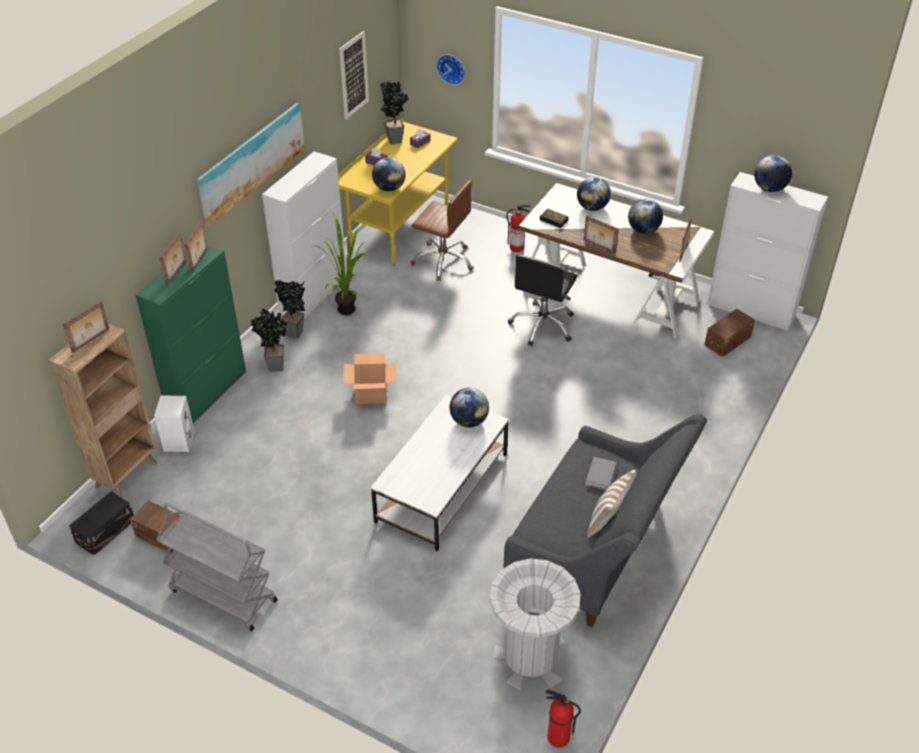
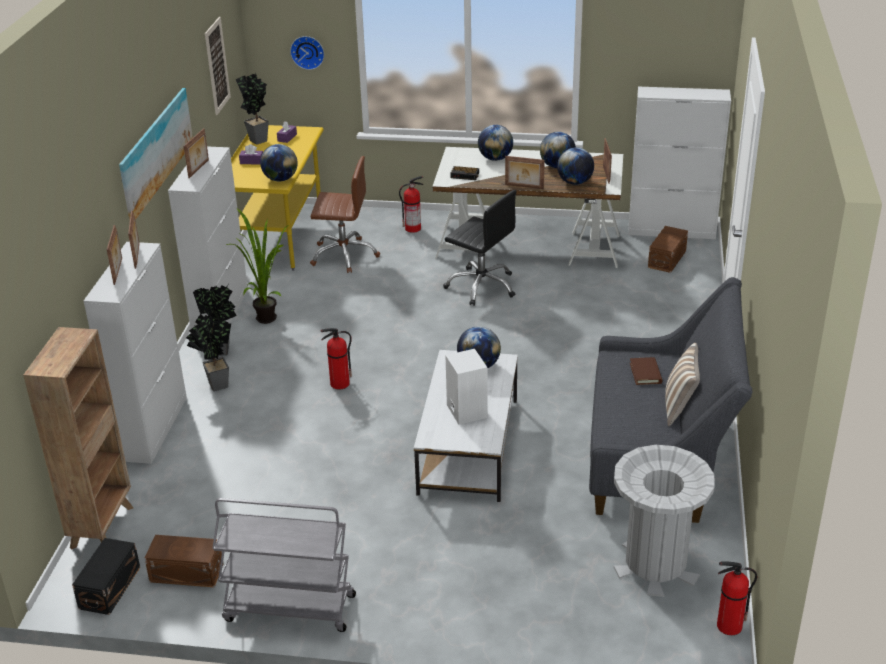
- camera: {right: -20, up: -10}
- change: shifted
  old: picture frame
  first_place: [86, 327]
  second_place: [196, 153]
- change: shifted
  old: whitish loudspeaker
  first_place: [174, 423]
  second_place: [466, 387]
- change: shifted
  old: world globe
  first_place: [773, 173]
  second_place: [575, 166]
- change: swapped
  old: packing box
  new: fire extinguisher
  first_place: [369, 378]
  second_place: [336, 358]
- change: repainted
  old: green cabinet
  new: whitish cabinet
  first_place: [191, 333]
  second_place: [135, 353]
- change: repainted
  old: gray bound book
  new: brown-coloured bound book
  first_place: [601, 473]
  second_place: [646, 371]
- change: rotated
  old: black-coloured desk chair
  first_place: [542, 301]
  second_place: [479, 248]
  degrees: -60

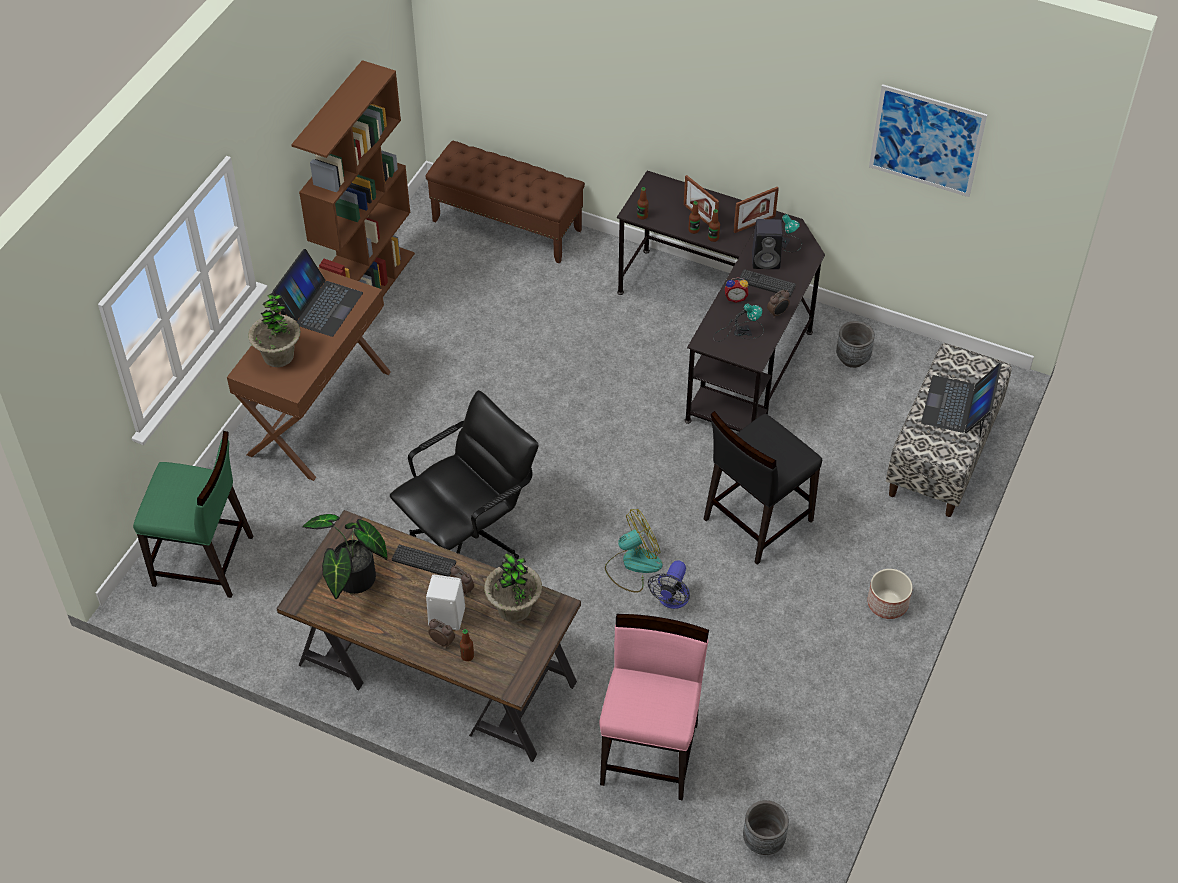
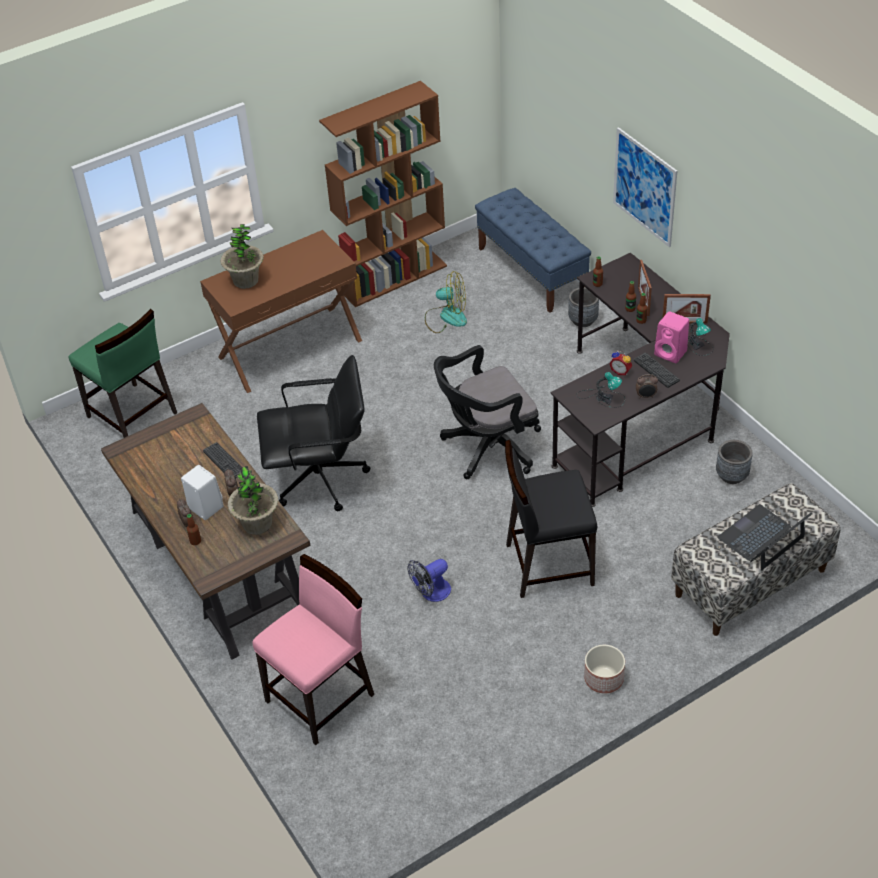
- camera: {right: 35, up: -5}
- change: gone
  old: notebook computer
  first_place: [317, 293]
- change: gone
  old: plant in a pot
  first_place: [345, 556]
- change: new
  new: black-coloured desk chair
  second_place: [487, 412]
- change: shifted
  old: fan
  first_place: [634, 551]
  second_place: [446, 302]
- change: shifted
  old: gray planter
  first_place: [766, 827]
  second_place: [583, 307]
- change: shifted
  old: picture
  first_place: [928, 140]
  second_place: [645, 187]
- change: repainted
  old: brown-coloured indoor bench
  new: blue indoor bench
  first_place: [505, 202]
  second_place: [533, 250]
- change: repainted
  old: black-coloured loudspeaker
  new: pinkish loudspeaker
  first_place: [767, 244]
  second_place: [671, 337]

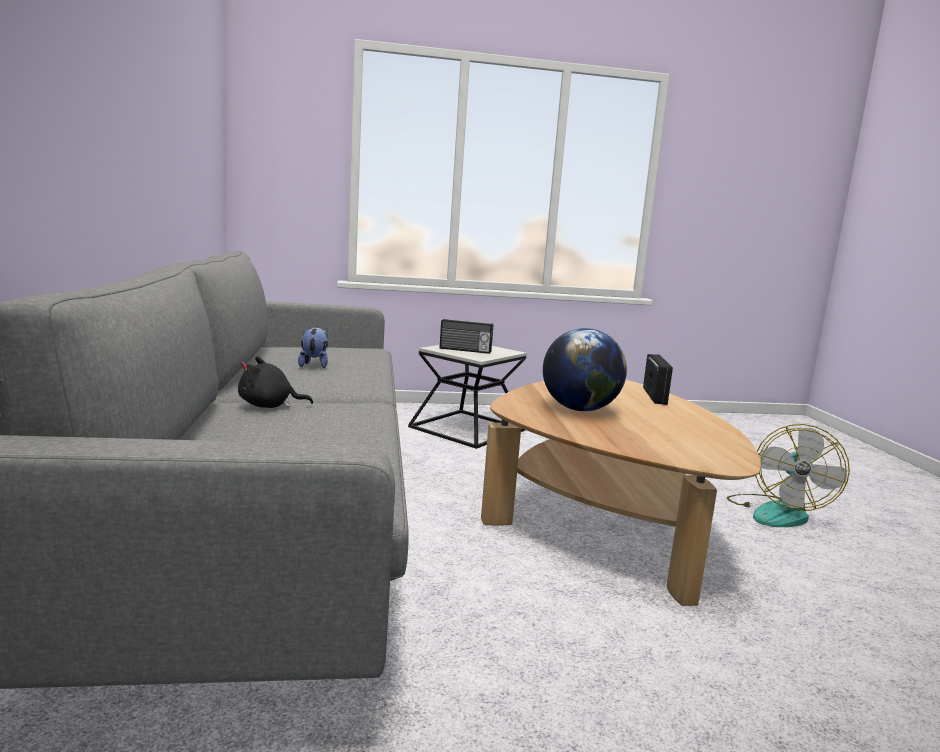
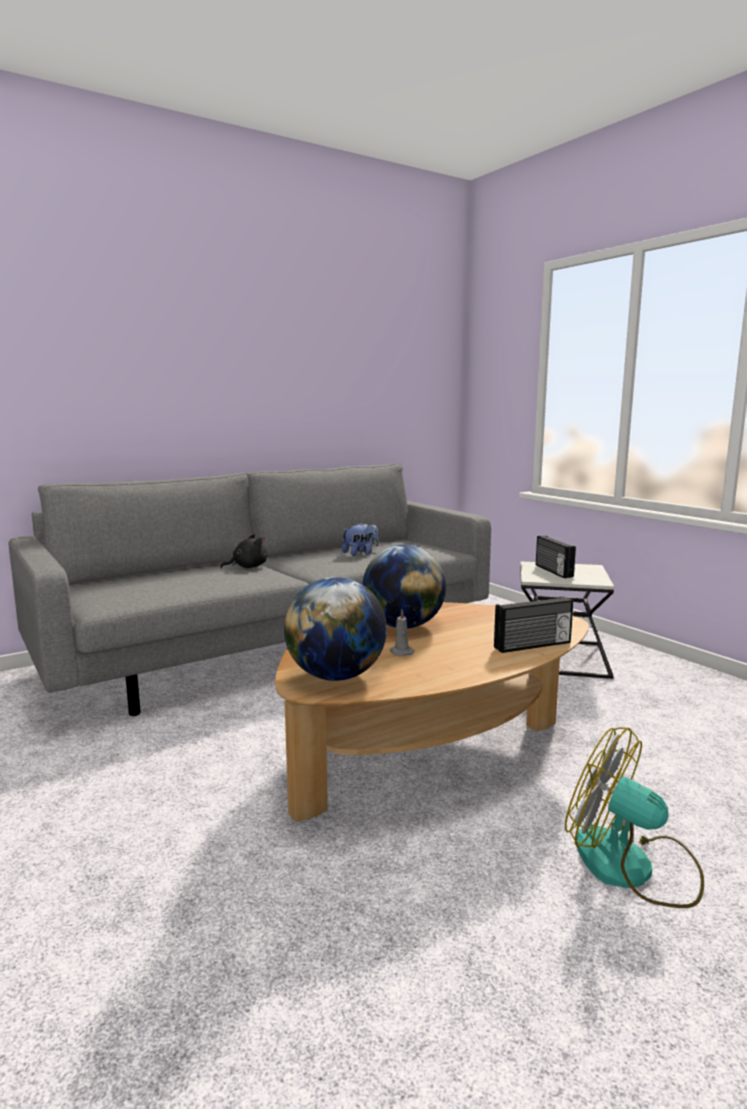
- camera: {right: 65, up: 0}
- change: new
  new: world globe
  second_place: [335, 629]
- change: new
  new: gray wax candle
  second_place: [402, 633]
- change: rotated
  old: black-coloured plush toy
  first_place: [275, 382]
  second_place: [244, 551]
  degrees: 90
- change: rotated
  old: fan
  first_place: [788, 475]
  second_place: [634, 817]
  degrees: 45

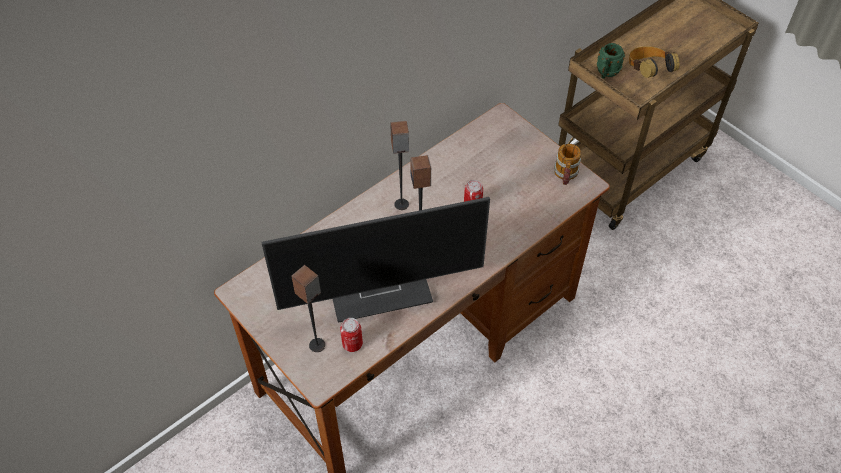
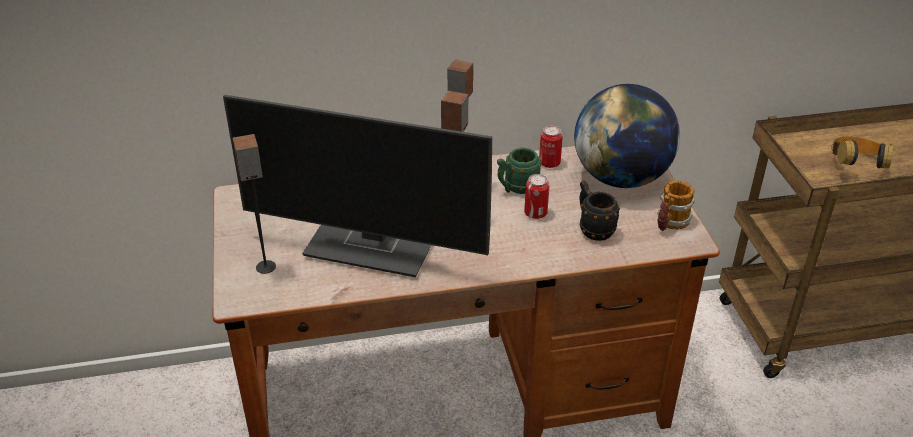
- camera: {right: 30, up: -15}
- change: new
  new: world globe
  second_place: [627, 136]
- change: new
  new: black-coloured coffee mug
  second_place: [599, 211]
- change: shifted
  old: metal can
  first_place: [351, 335]
  second_place: [551, 146]
- change: shifted
  old: green coffee mug
  first_place: [611, 61]
  second_place: [519, 171]

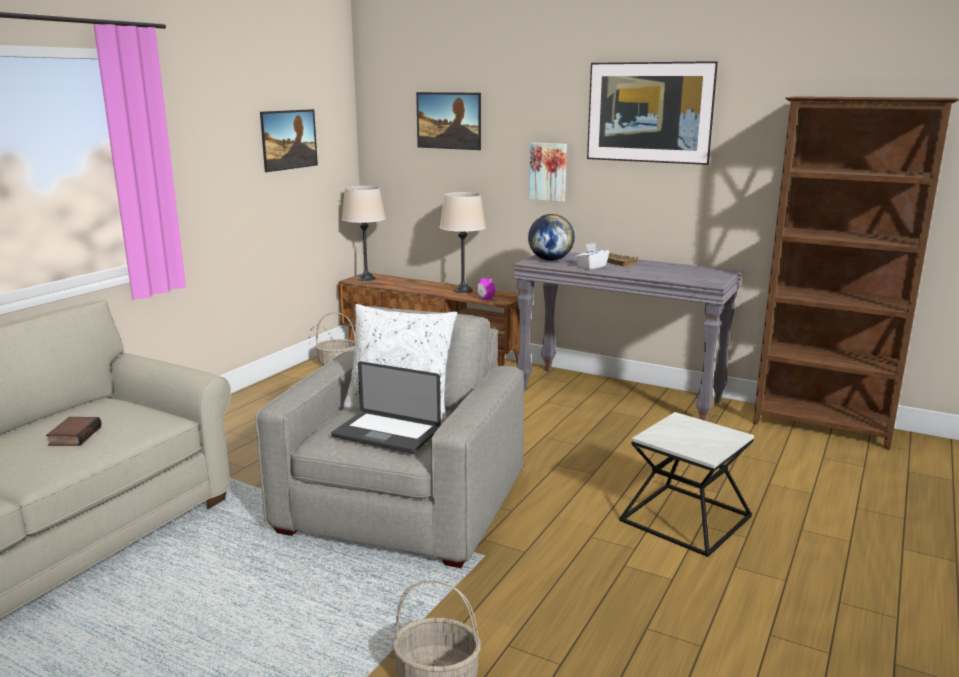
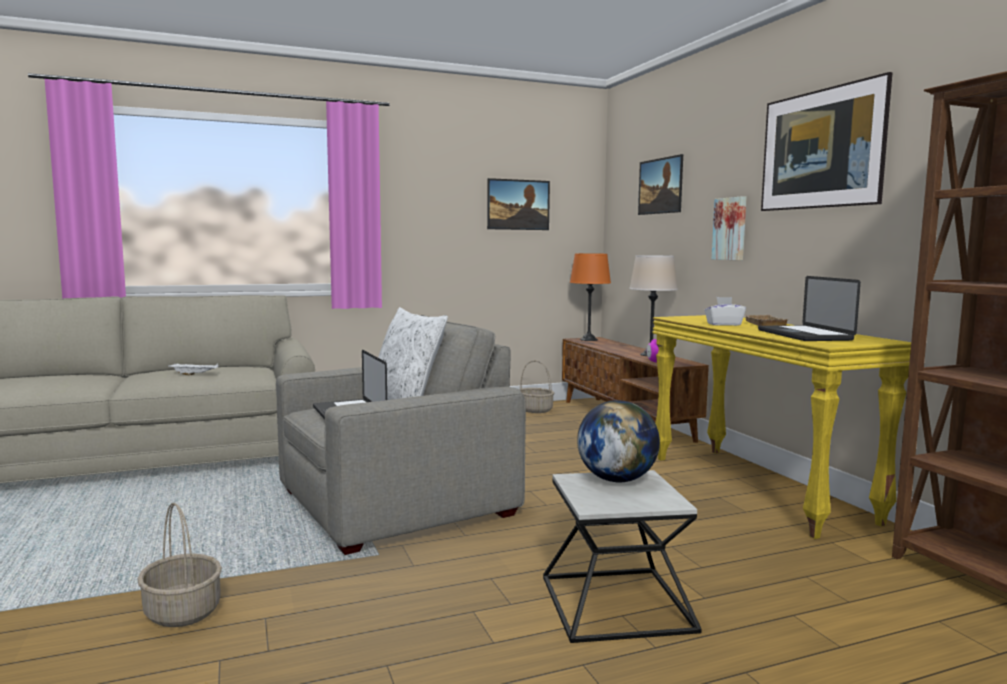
- camera: {right: 40, up: -10}
- change: new
  new: notebook computer
  second_place: [809, 308]
- change: shifted
  old: world globe
  first_place: [551, 237]
  second_place: [618, 441]
- change: swapped
  old: bound book
  new: whitish carrying tray
  first_place: [73, 431]
  second_place: [193, 370]
- change: repainted
  old: beige-coloured tabletop lamp
  new: orange tabletop lamp
  first_place: [364, 233]
  second_place: [590, 297]
- change: repainted
  old: gray narrow table
  new: yellow narrow table
  first_place: [628, 336]
  second_place: [781, 427]

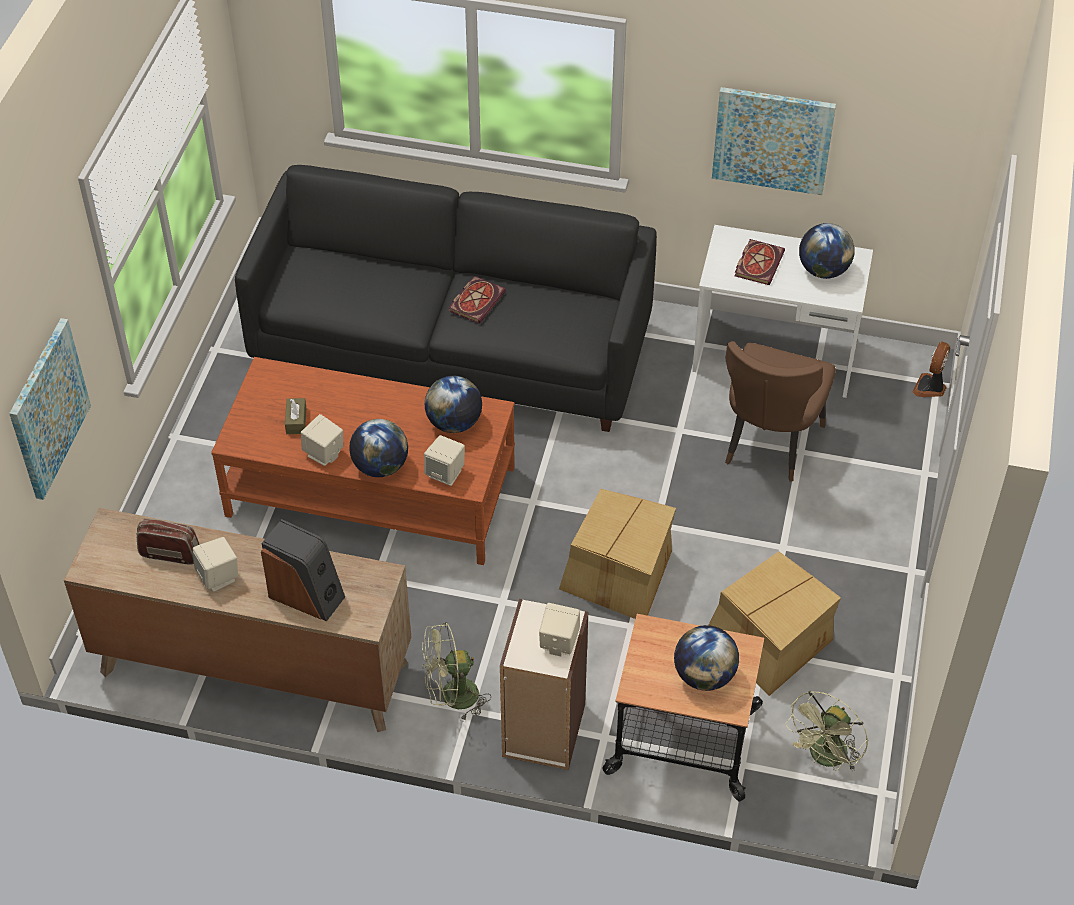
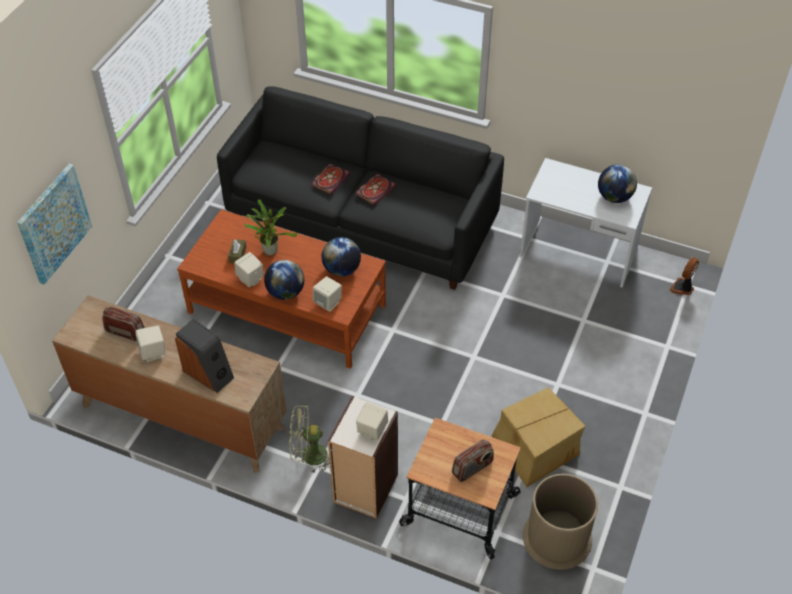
- camera: {right: 10, up: 0}
- change: gone
  old: packing box
  first_place: [617, 554]
- change: gone
  old: picture
  first_place: [774, 141]
- change: gone
  old: brown-coloured plain chair
  first_place: [780, 411]
- change: new
  new: plant in a pot
  second_place: [271, 227]
- change: shifted
  old: bound book
  first_place: [760, 262]
  second_place: [331, 179]
- change: swapped
  old: world globe
  new: radio set
  first_place: [706, 658]
  second_place: [473, 460]
- change: swapped
  old: green fan
  new: brown-coloured trash can
  first_place: [826, 731]
  second_place: [560, 522]

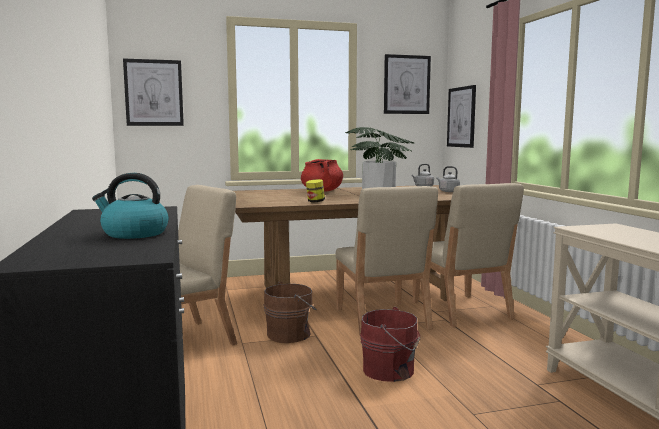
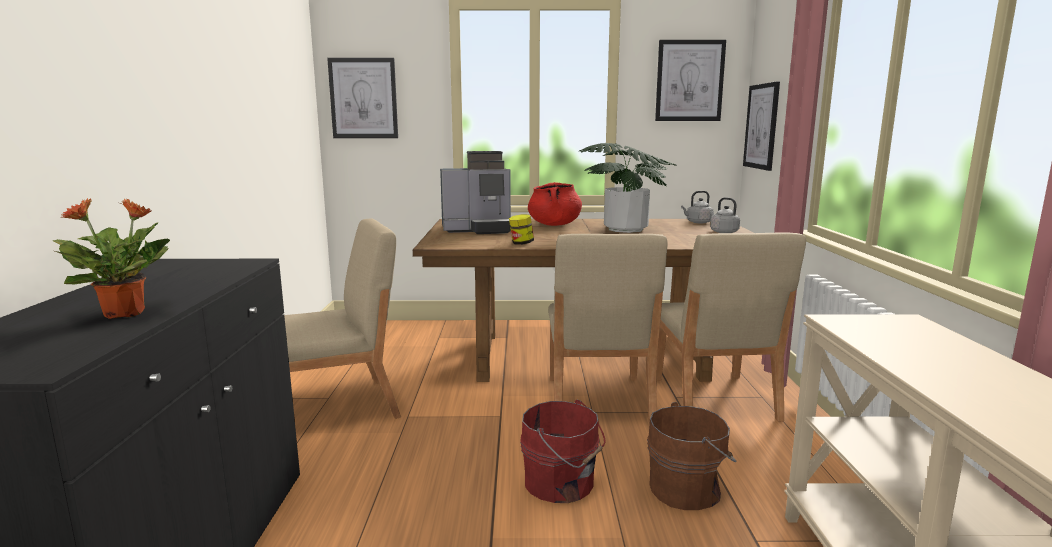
- camera: {right: 15, up: 5}
- change: new
  new: coffee machine
  second_place: [475, 192]
- change: shifted
  old: brown-coloured water bucket
  first_place: [290, 312]
  second_place: [691, 456]
- change: swapped
  old: kettle
  new: plant in a pot
  first_place: [130, 206]
  second_place: [111, 258]

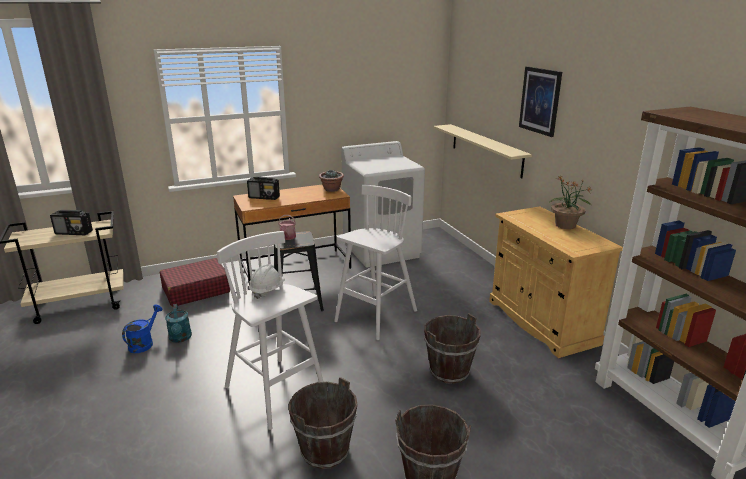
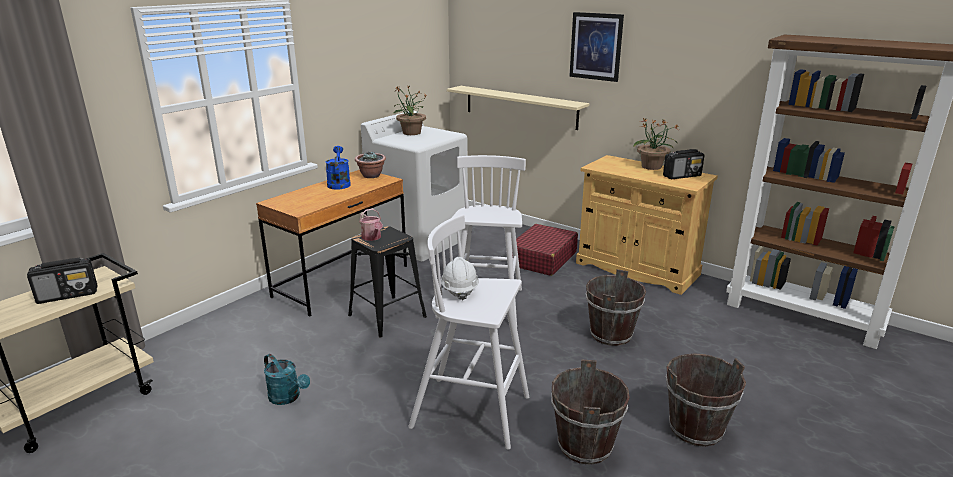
- camera: {right: -30, up: 0}
- change: new
  new: plant in a pot
  second_place: [410, 110]
- change: shifted
  old: blue watering pot
  first_place: [142, 329]
  second_place: [338, 168]
- change: shifted
  old: red-coloured piece of luggage
  first_place: [195, 282]
  second_place: [545, 250]
- change: shifted
  old: radio set
  first_place: [263, 188]
  second_place: [684, 164]

